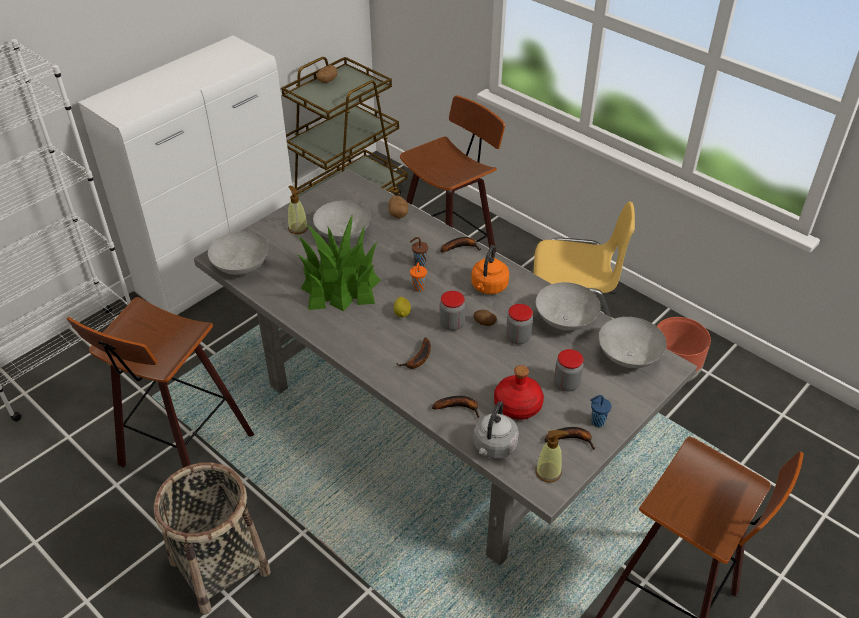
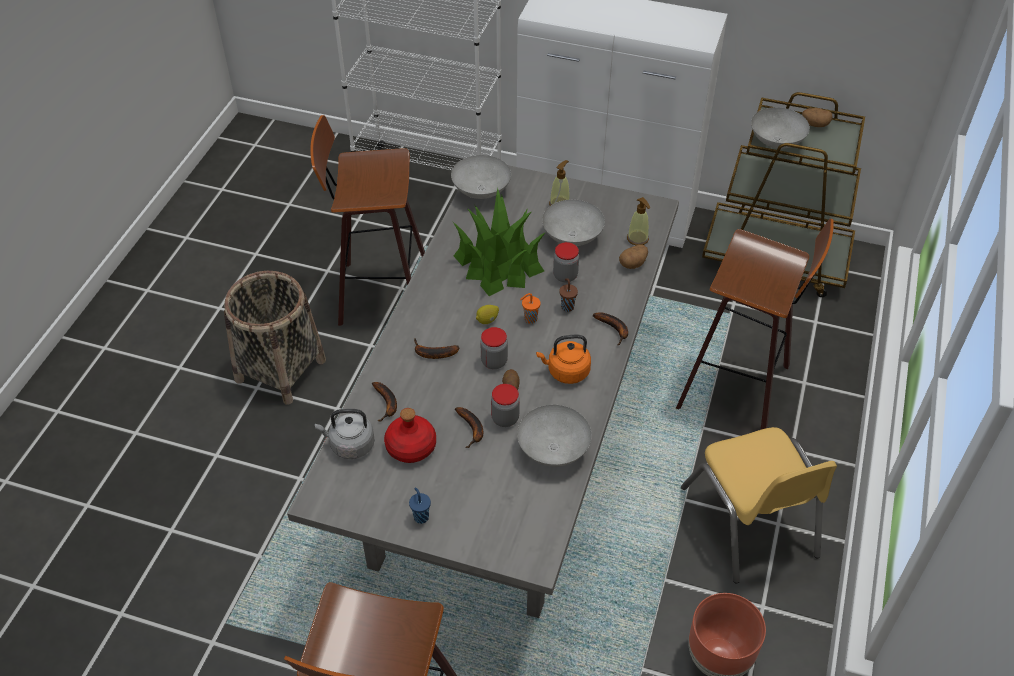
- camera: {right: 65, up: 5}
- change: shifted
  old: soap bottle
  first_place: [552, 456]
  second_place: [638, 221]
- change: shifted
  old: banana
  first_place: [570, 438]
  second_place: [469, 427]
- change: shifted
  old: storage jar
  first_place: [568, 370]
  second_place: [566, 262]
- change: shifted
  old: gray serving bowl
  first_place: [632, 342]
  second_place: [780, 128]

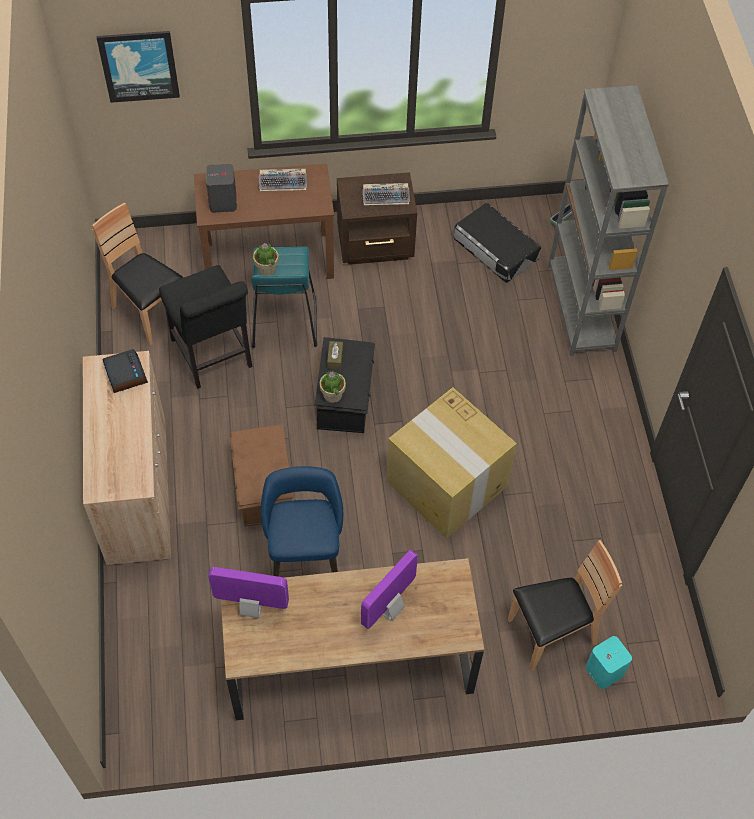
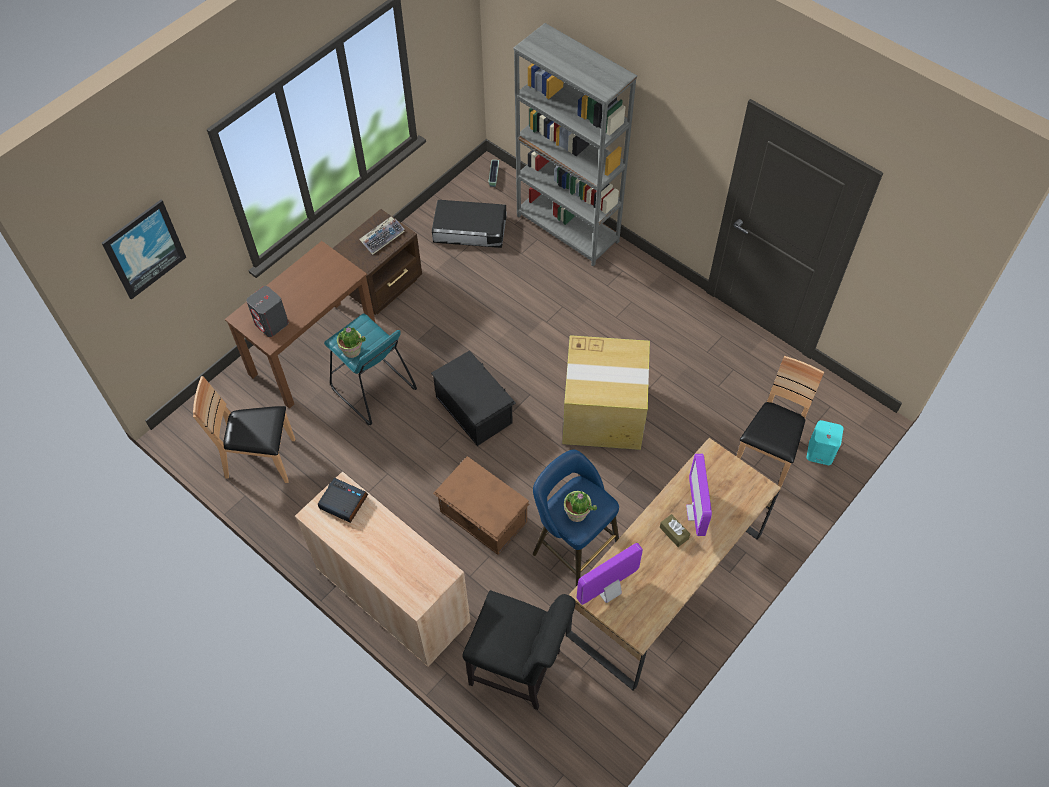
- camera: {right: -40, up: 0}
- change: gone
  old: PC keyboard
  first_place: [283, 180]
- change: shifted
  old: black-coloured plain chair
  first_place: [205, 327]
  second_place: [519, 650]
- change: shifted
  old: plant in a pot
  first_place: [332, 387]
  second_place: [580, 506]
- change: shifted
  old: brown-coloured tissue box
  first_place: [335, 355]
  second_place: [675, 530]

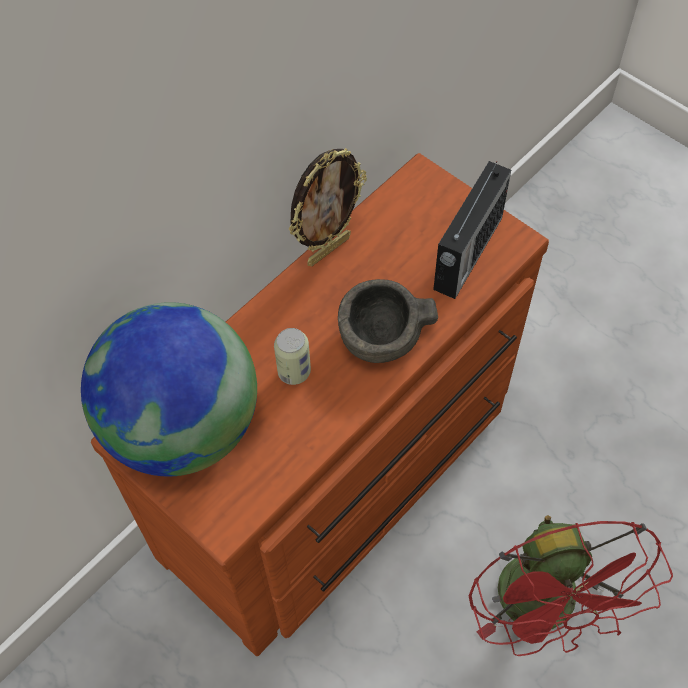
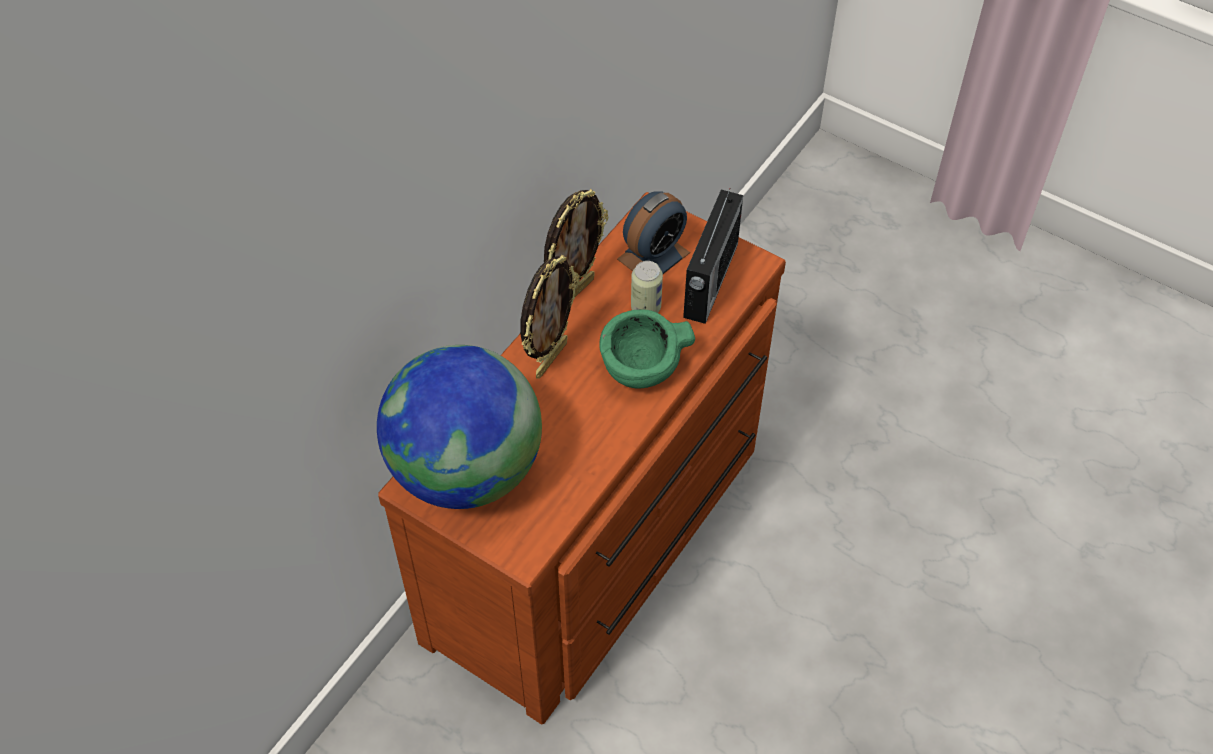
- camera: {right: -10, up: -5}
- change: gone
  old: red-coloured fan
  first_place: [571, 585]
- change: new
  new: picture frame
  second_place: [549, 317]
- change: new
  new: bedside clock
  second_place: [653, 233]
- change: shifted
  old: metal can
  first_place: [292, 356]
  second_place: [647, 287]
- change: repainted
  old: gray serving bowl
  new: green serving bowl
  first_place: [388, 321]
  second_place: [647, 349]

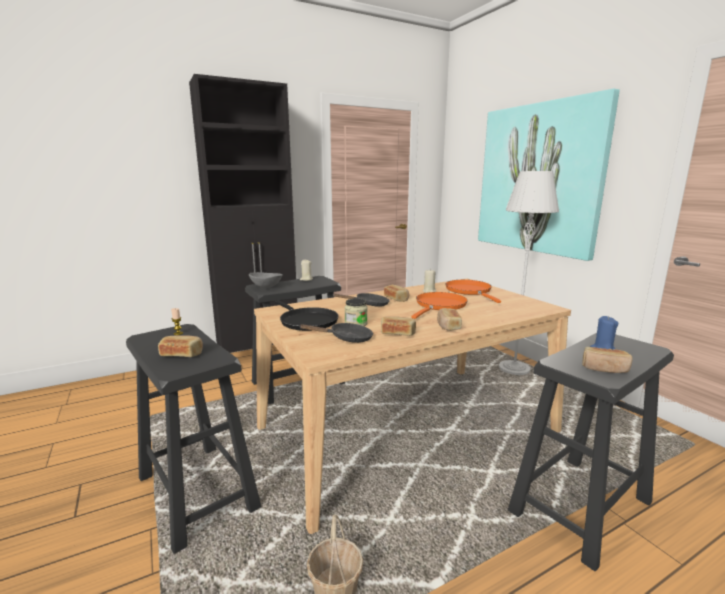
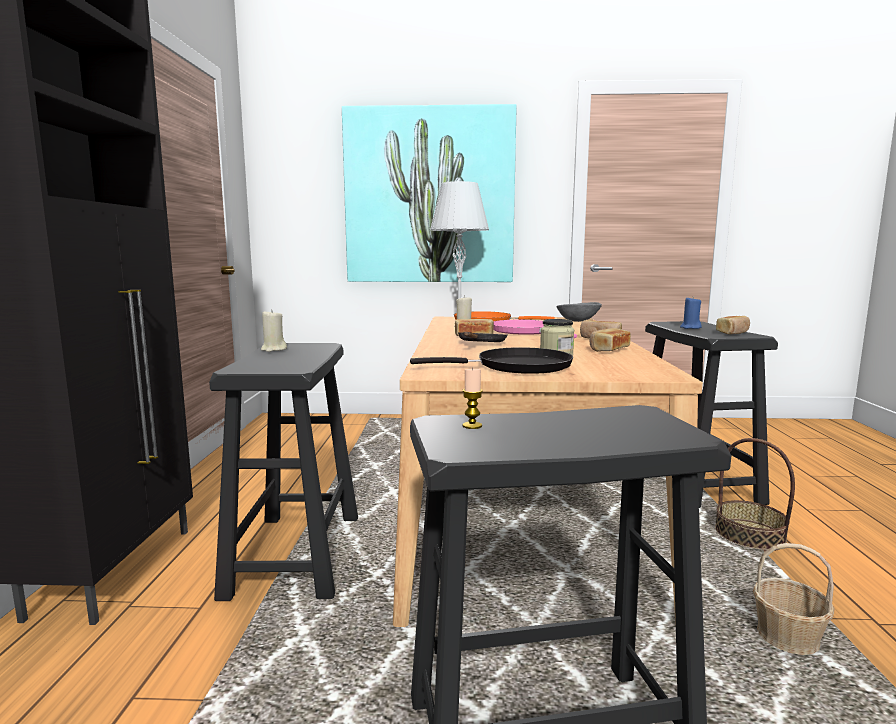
- camera: {right: -60, up: -5}
- change: gone
  old: bread
  first_place: [180, 346]
- change: gone
  old: black-coloured pan
  first_place: [336, 333]
- change: new
  new: storage basket
  second_place: [755, 494]
- change: shifted
  old: gray serving bowl
  first_place: [266, 280]
  second_place: [579, 312]
- change: repainted
  old: orange pan
  new: pinkish pan
  first_place: [439, 305]
  second_place: [535, 329]

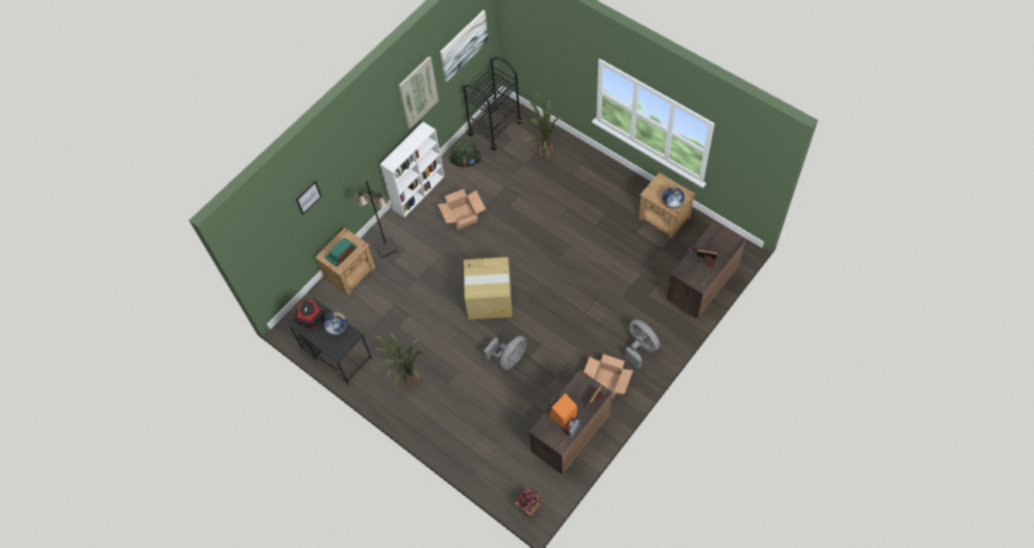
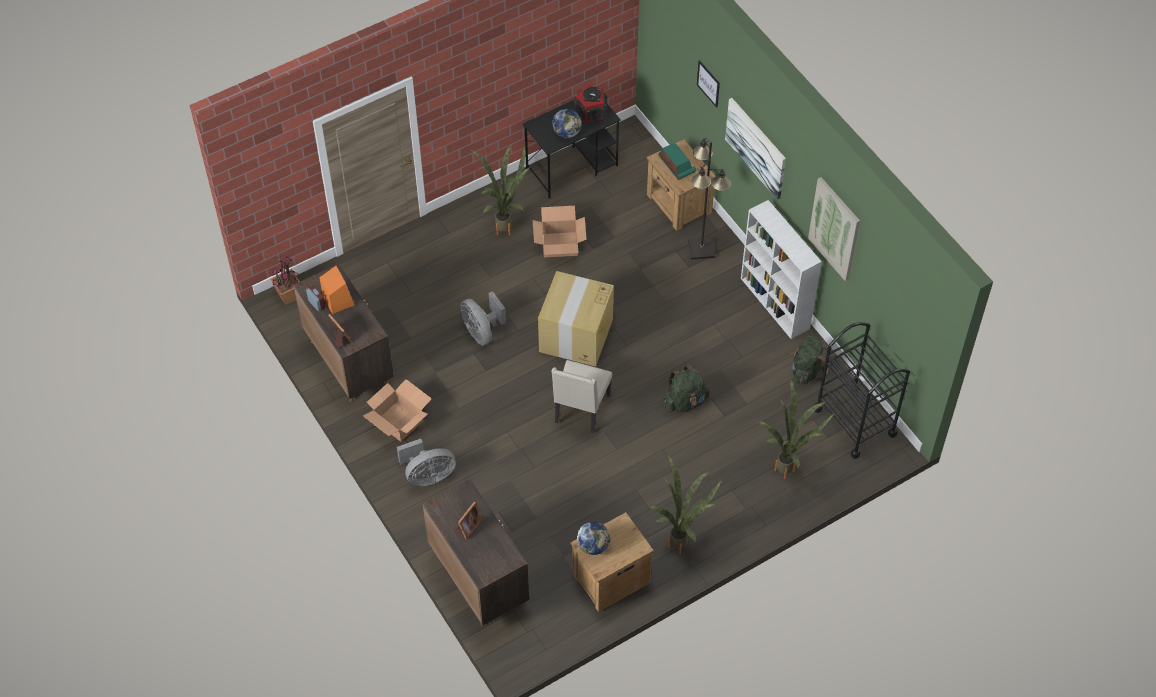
- camera: {right: 105, up: -5}
- change: new
  new: beige-coloured plain chair
  second_place: [581, 396]
- change: new
  new: plant in a pot
  second_place: [685, 505]
- change: new
  new: green backpack
  second_place: [686, 389]
- change: shifted
  old: packing box
  first_place: [462, 209]
  second_place: [560, 231]
- change: shifted
  old: picture
  first_place: [464, 46]
  second_place: [755, 149]

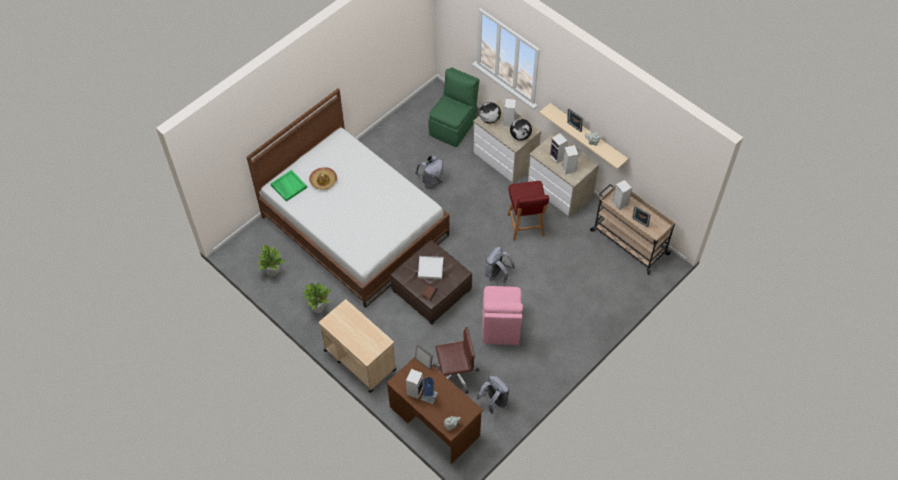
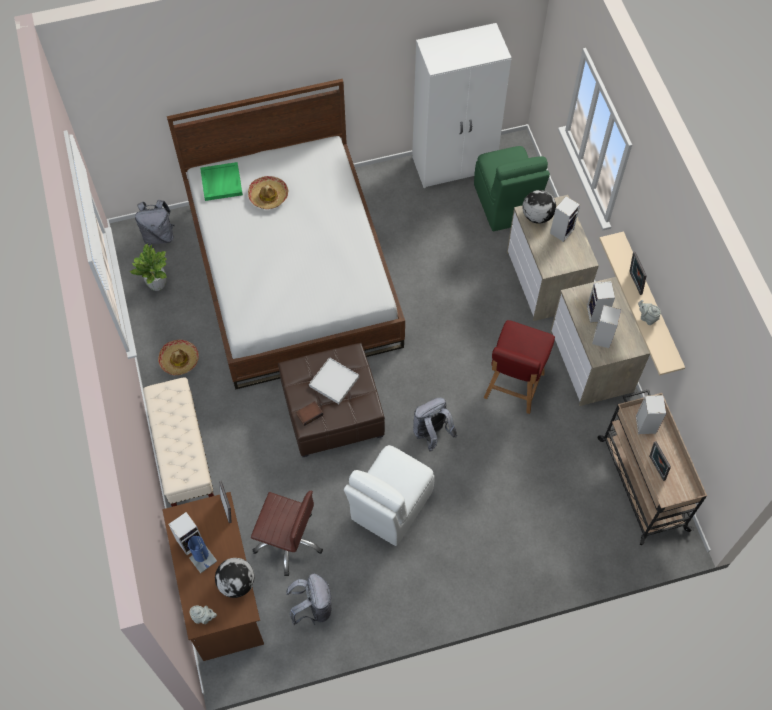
- camera: {right: 30, up: 5}
- change: new
  new: whitish armoire
  second_place: [462, 105]
- change: shifted
  old: gray backpack
  first_place: [429, 172]
  second_place: [155, 222]
- change: shifted
  old: world globe
  first_place: [521, 130]
  second_place: [235, 578]
- change: swapped
  old: plant in a pot
  new: wearable hat
  first_place: [317, 298]
  second_place: [178, 357]
- change: swapped
  old: beige-coloured wheeled cart
  new: beige-coloured indoor bench
  first_place: [357, 346]
  second_place: [178, 442]
- change: repainted
  old: pinkish plain chair
  new: whitish plain chair
  first_place: [502, 315]
  second_place: [389, 495]
- change: rotated
  old: green plain chair
  first_place: [454, 107]
  second_place: [512, 188]
  degrees: 105

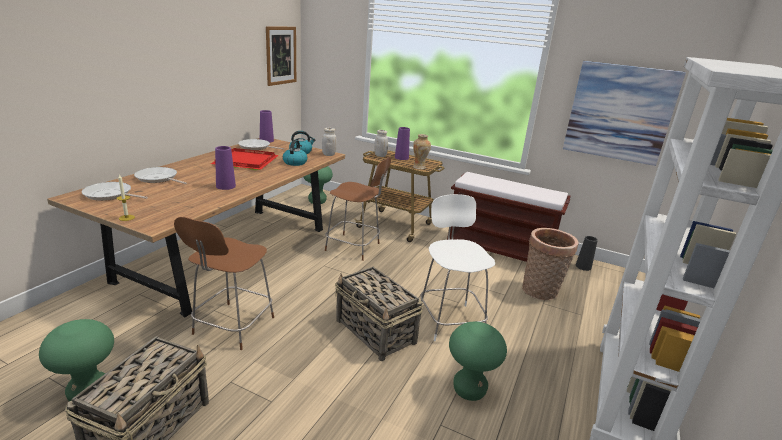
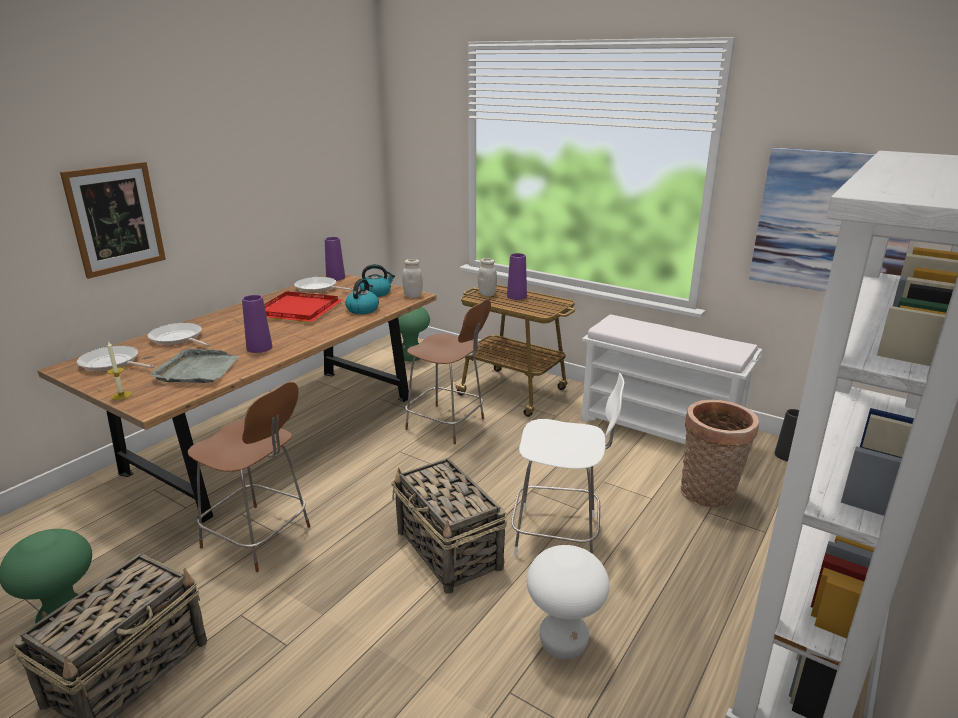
- camera: {right: 10, up: 0}
- change: gone
  old: flower vase
  first_place: [422, 152]
- change: new
  new: gray carrying tray
  second_place: [195, 366]
- change: shifted
  old: picture
  first_place: [281, 56]
  second_place: [113, 220]
- change: repainted
  old: brown-coloured indoor bench
  new: whitish indoor bench
  first_place: [509, 217]
  second_place: [671, 379]
- change: repainted
  old: green stool
  new: whitish stool
  first_place: [478, 361]
  second_place: [568, 602]
- change: rotated
  old: brown-coloured plain chair
  first_place: [224, 283]
  second_place: [248, 477]
  degrees: -90
- change: rotated
  old: whitish plain chair
  first_place: [457, 267]
  second_place: [567, 464]
  degrees: 105

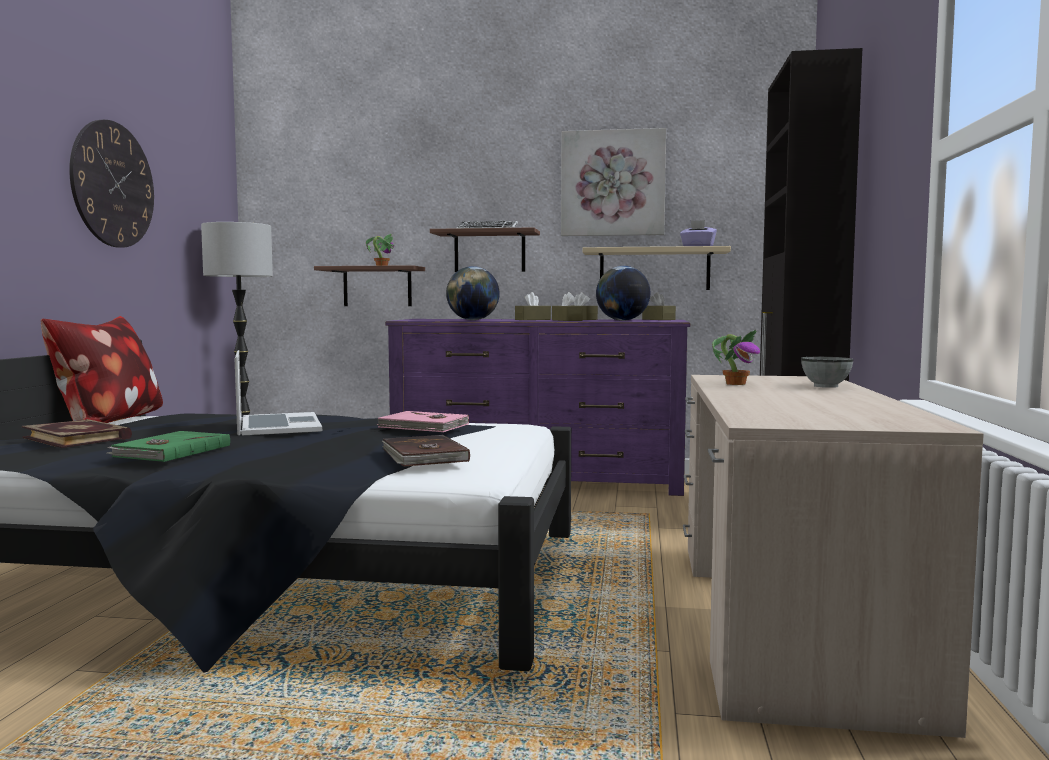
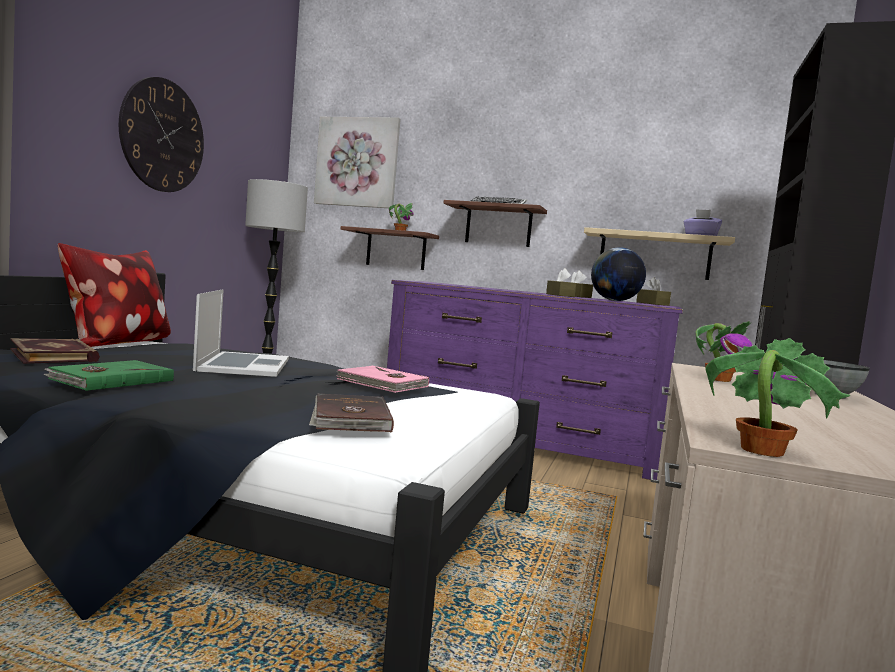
- camera: {right: 10, up: 0}
- change: gone
  old: world globe
  first_place: [473, 293]
- change: gone
  old: brown-coloured tissue box
  first_place: [533, 306]
- change: new
  new: plant in a pot
  second_place: [777, 397]
- change: shifted
  old: picture
  first_place: [613, 182]
  second_place: [357, 162]

